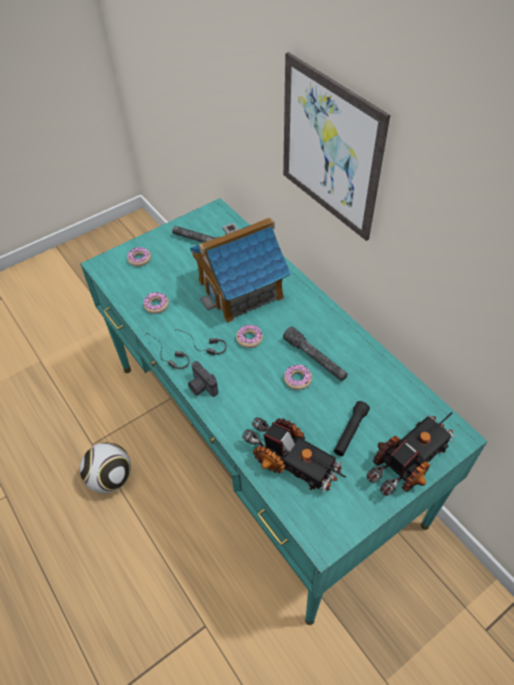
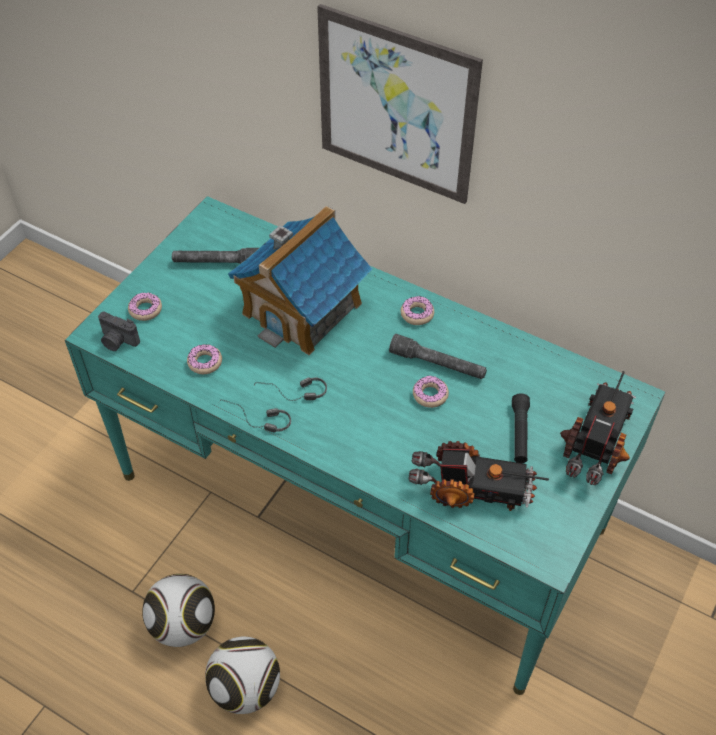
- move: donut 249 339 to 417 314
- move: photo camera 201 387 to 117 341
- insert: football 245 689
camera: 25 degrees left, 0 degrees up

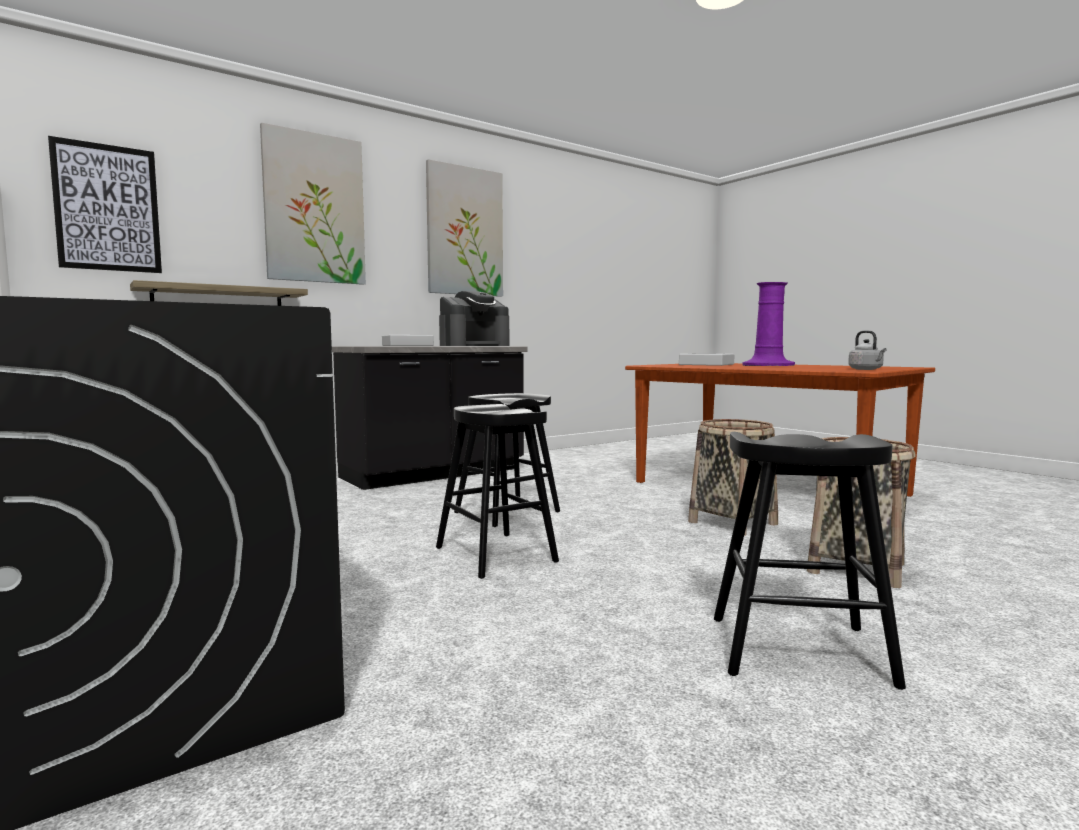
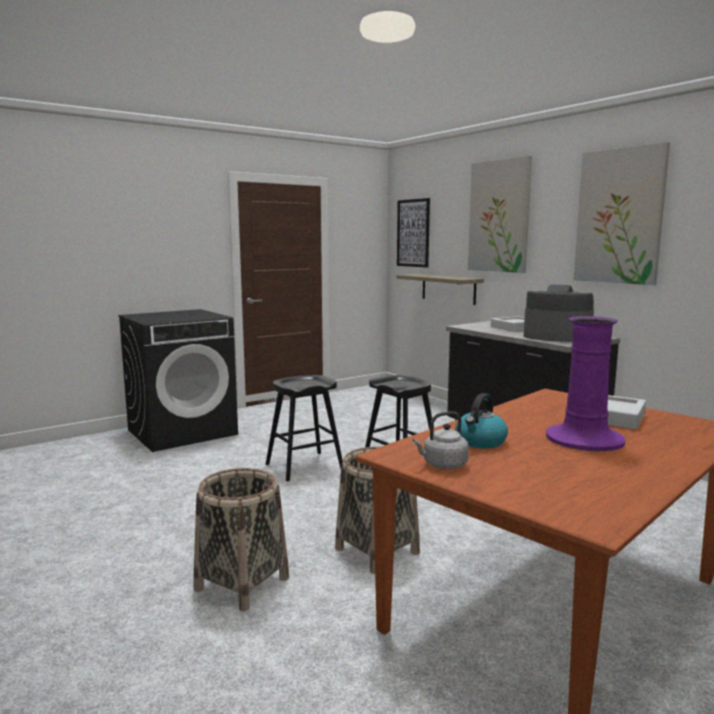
- rotate: coffee machine 474 345 = 556 337 150 degrees clockwise
- delete: stool/black 799 650
- insert: kettle 480 442
camera: 90 degrees right, 5 degrees up

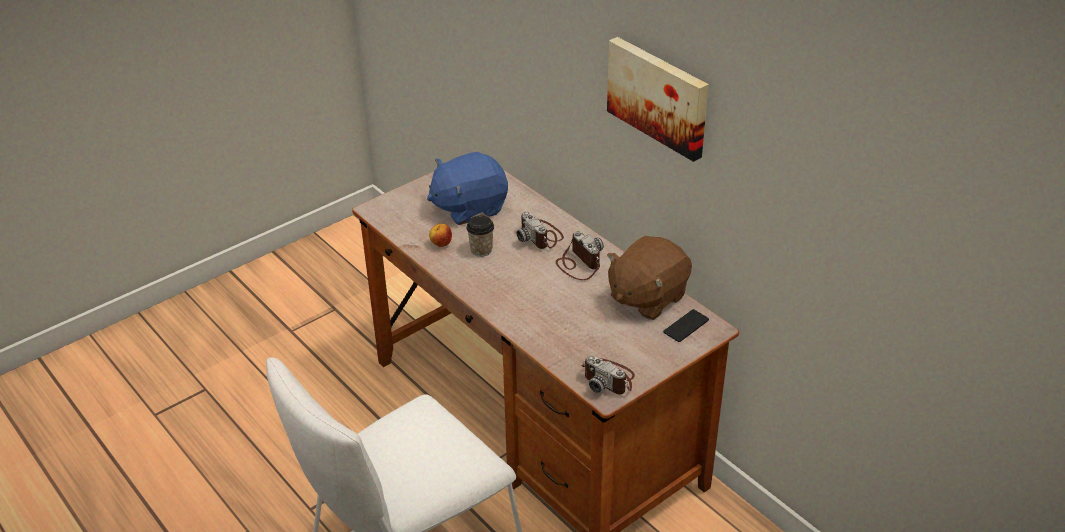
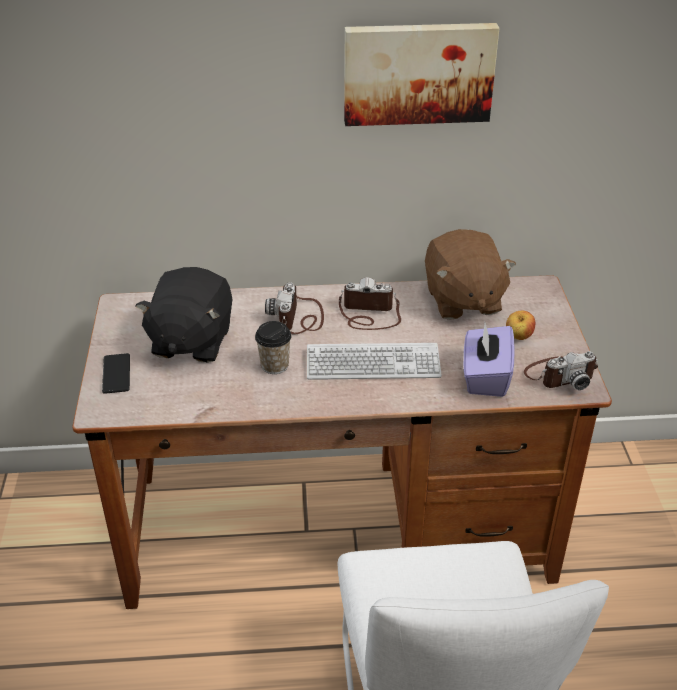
- recolor: plush toy/blue 469 207 to plush toy/black 191 341
- rotate: photo camera 540 236 = 299 318 90 degrees clockwise
- move: apple 441 244 to 518 337
- move: phone 686 326 to 116 374
- insert: tissue box/purple 485 377
- insert: keyboard 373 363
camera: 55 degrees left, 0 degrees up

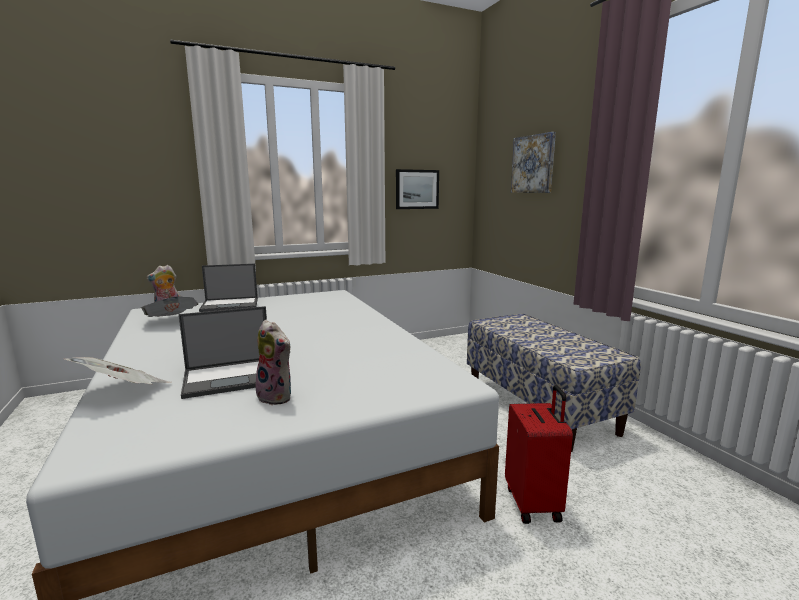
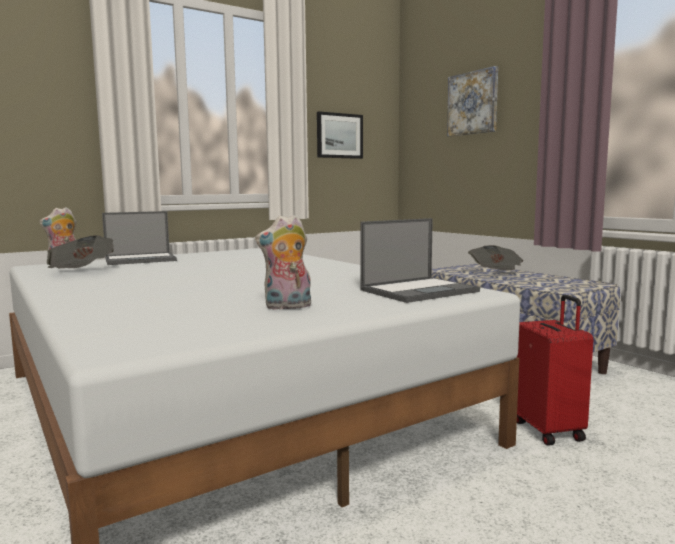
- move: laptop 231 377 to 420 290
- rotate: plush toy 277 396 = 287 307 135 degrees clockwise
- move: newspaper 125 391 to 496 273
camera: 10 degrees left, 5 degrees down

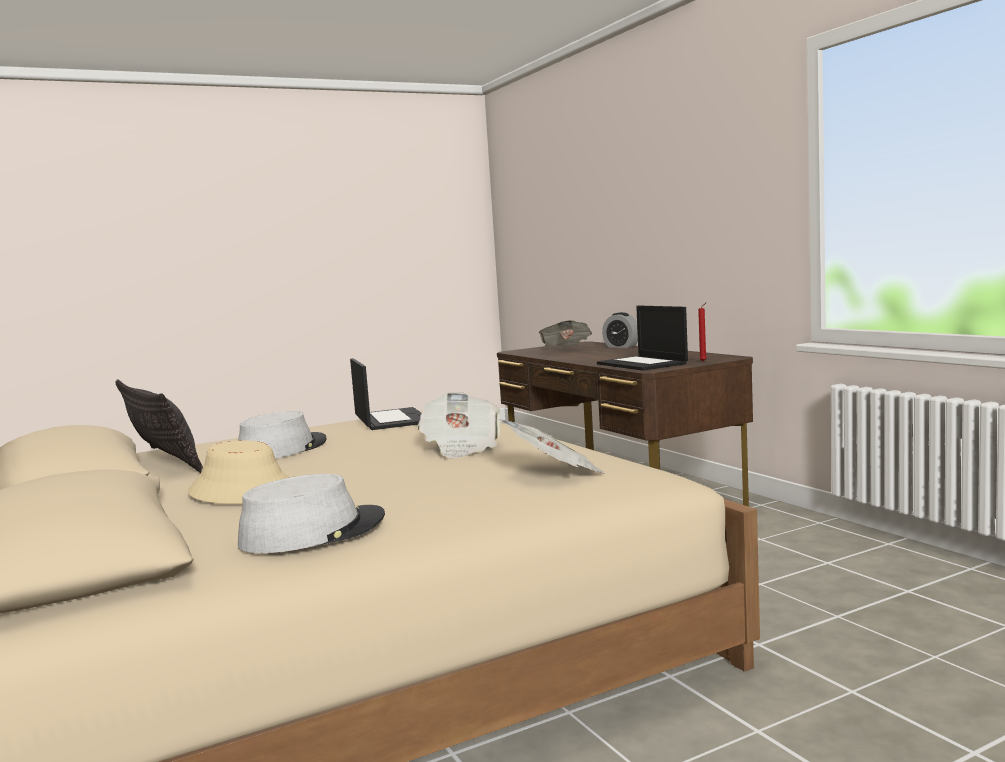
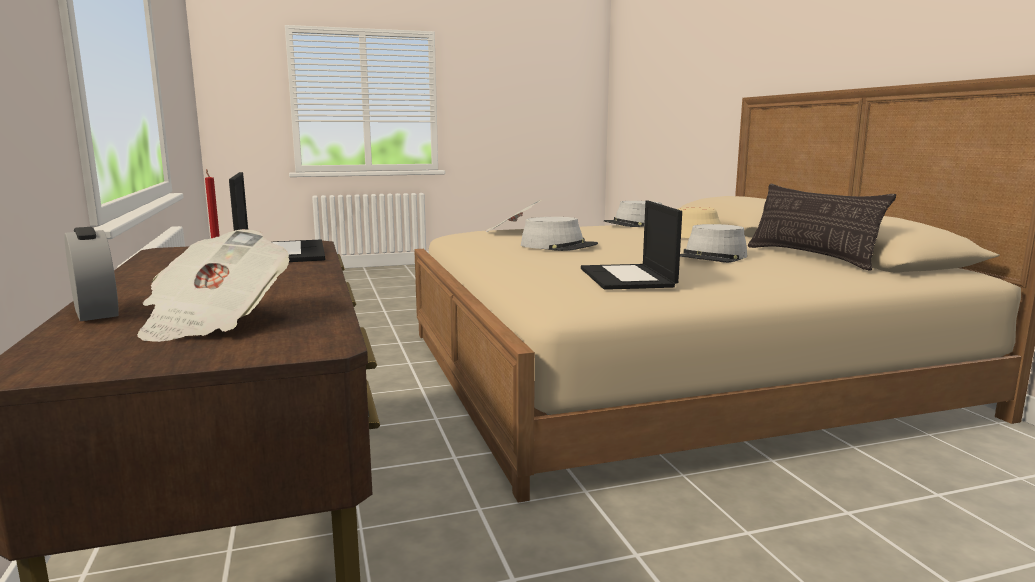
- replace: newspaper 461 448 to hat/grey 558 246
camera: 170 degrees left, 5 degrees up

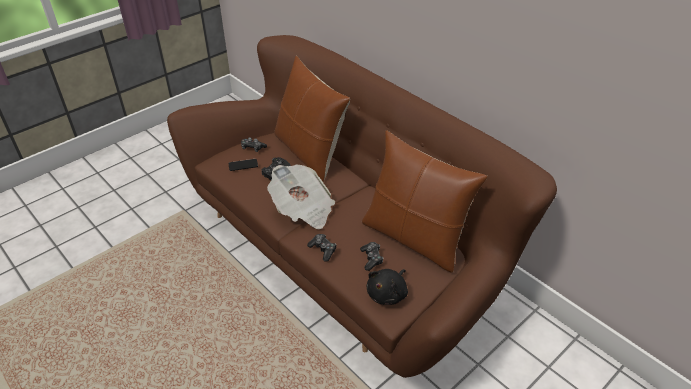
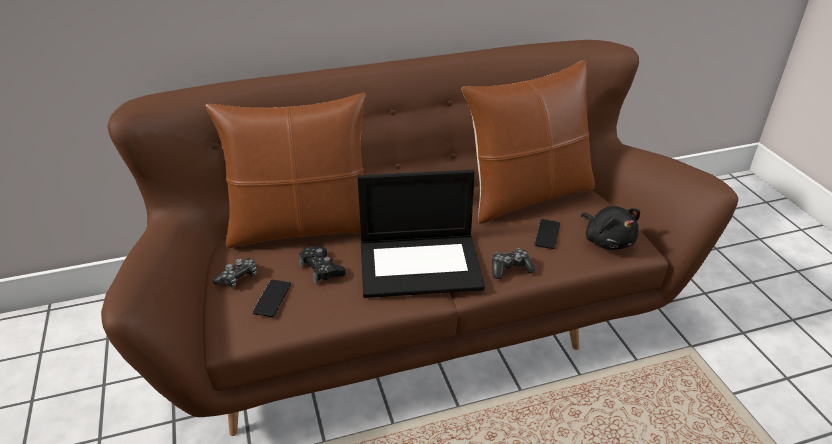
- replace: newspaper 303 209 to laptop 421 264
- replace: game controller 371 259 to phone 547 234
camera: 65 degrees left, 5 degrees down

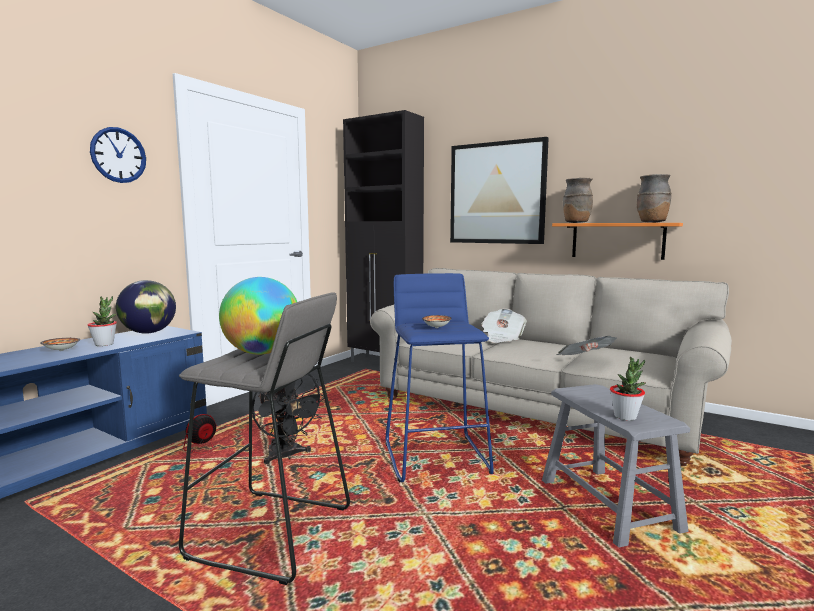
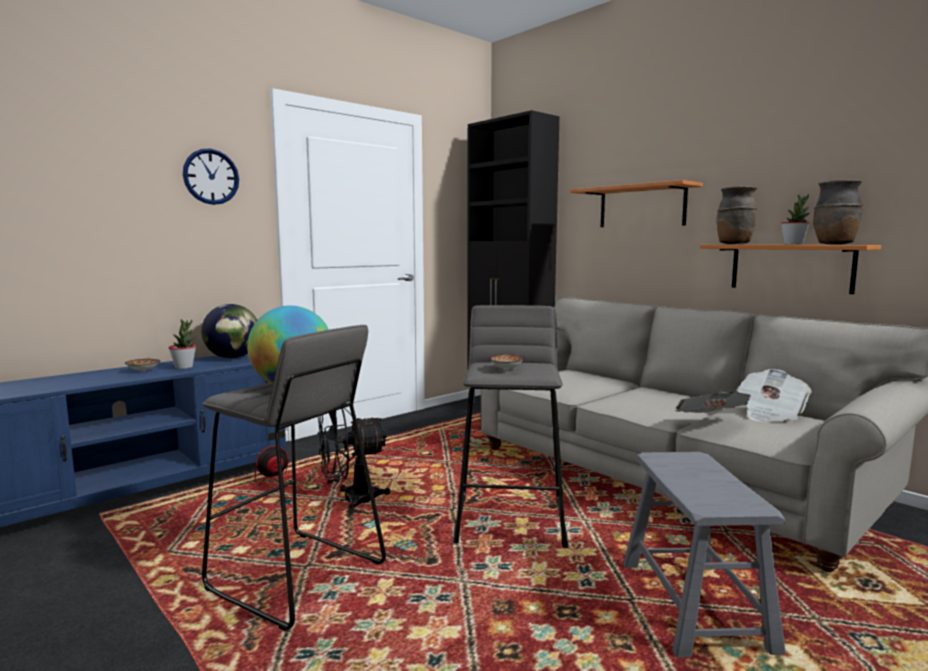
- replace: picture 497 193 to shelf/orange 641 207
- recolor: stool/blue 437 458 to stool/grey 511 521
- move: newspaper 502 338 to 769 414
- move: potted plant 625 417 to 793 244
- rotate: fan/black 286 456 = 350 499 90 degrees clockwise
camera: 15 degrees right, 0 degrees up

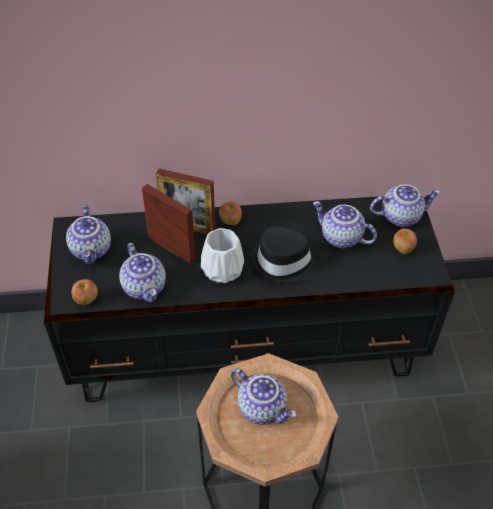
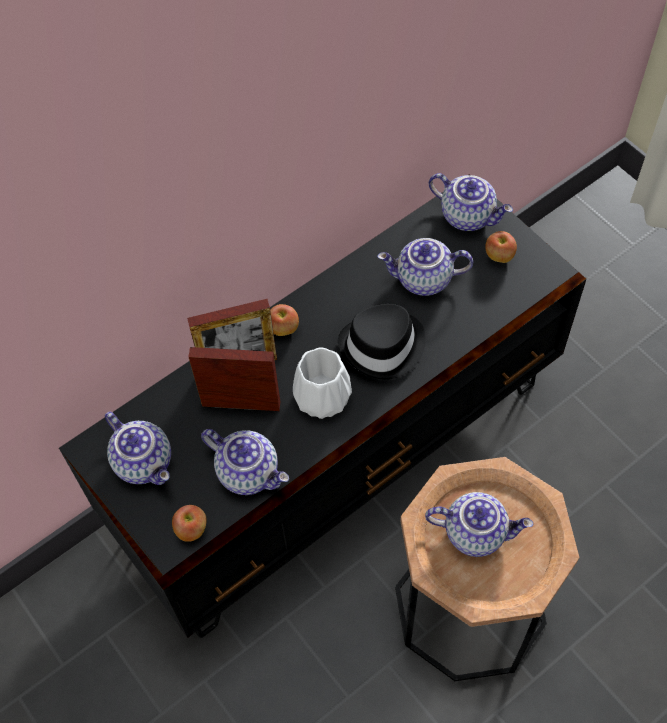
- rotate: teapot 400 216 = 468 215 75 degrees clockwise
camera: 30 degrees left, 10 degrees up

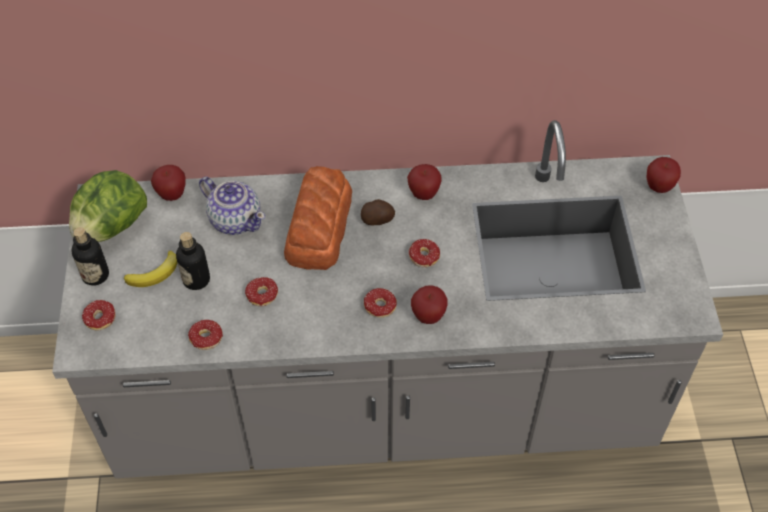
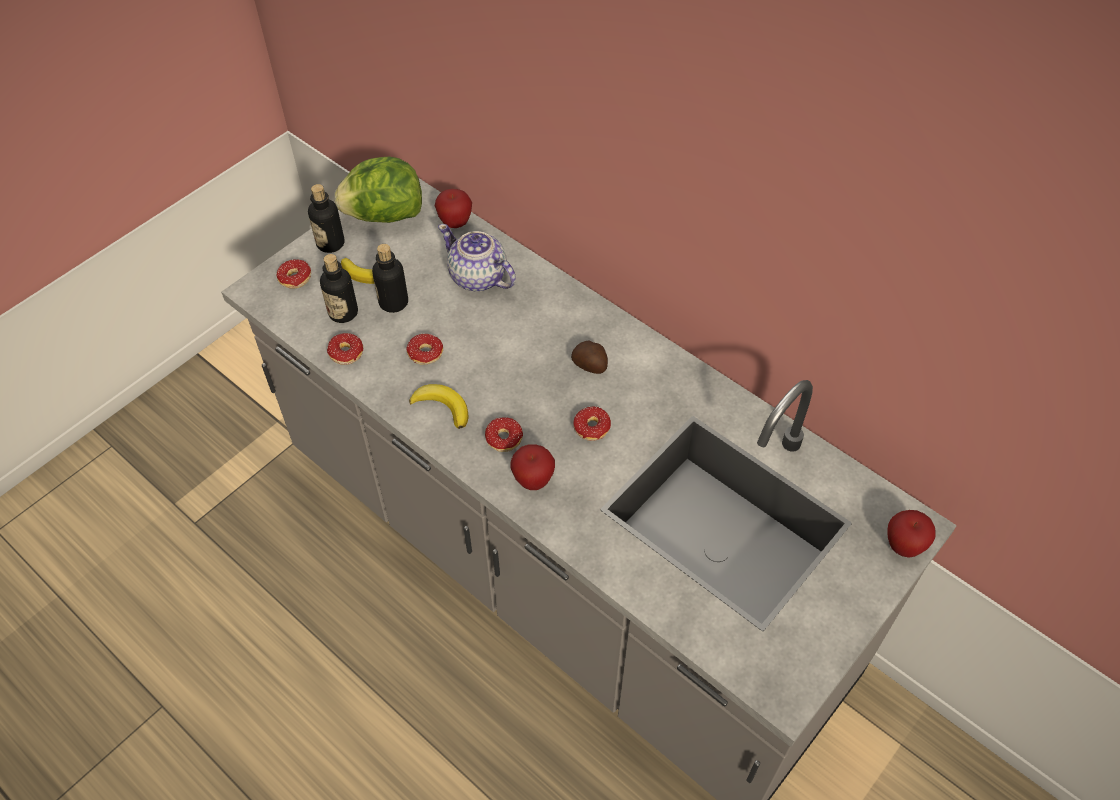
- delete: apple 423 194
- delete: bread 318 227
- rotate: teapot 235 219 = 478 278 135 degrees clockwise
- insert: bottle 343 312
- insert: banana 442 407
camera: 45 degrees right, 0 degrees up

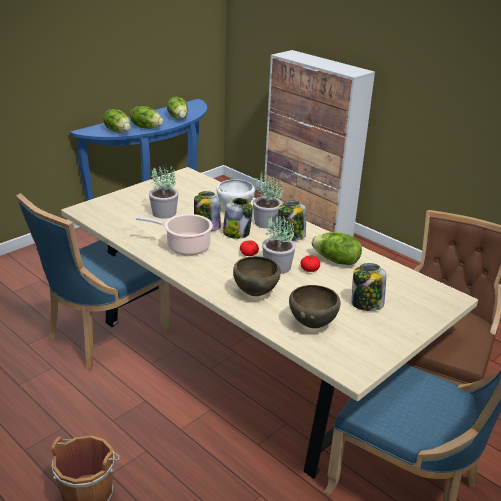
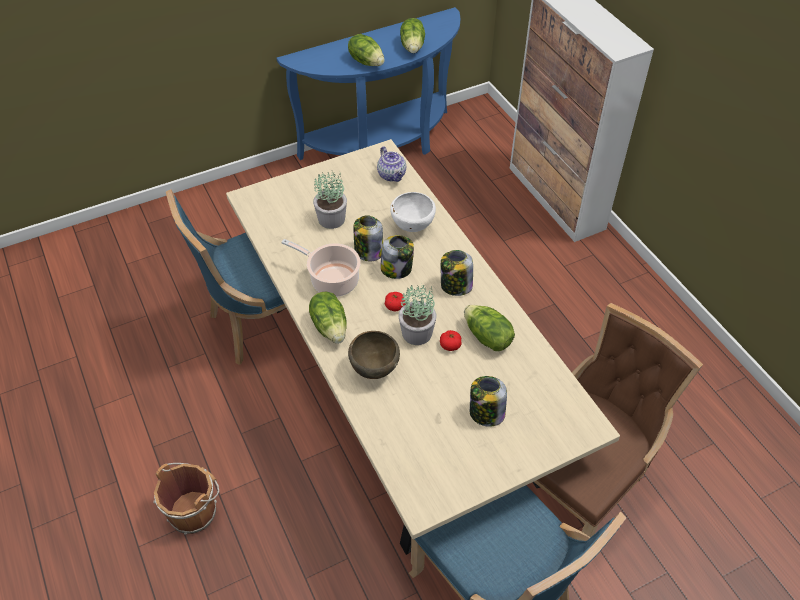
- move: lettuce 118 131 to 330 327
- delete: potted plant 265 222
- delete: bowl/brown 312 324
- insert: teapot 392 175
camera: 20 degrees right, 20 degrees up

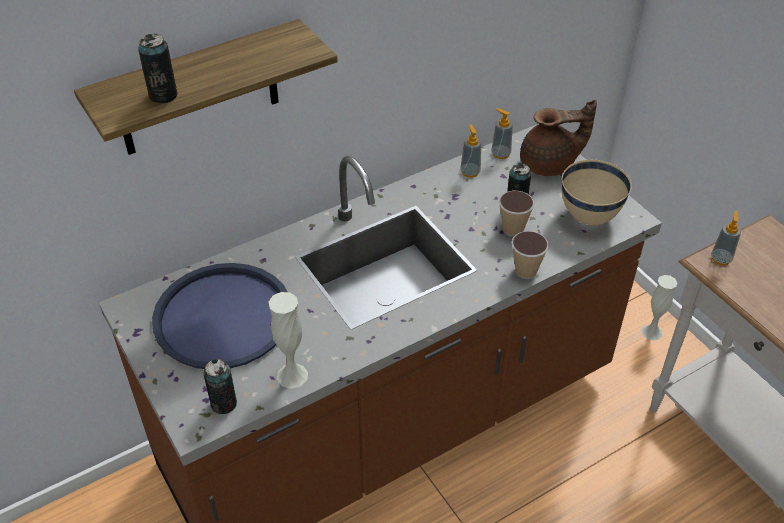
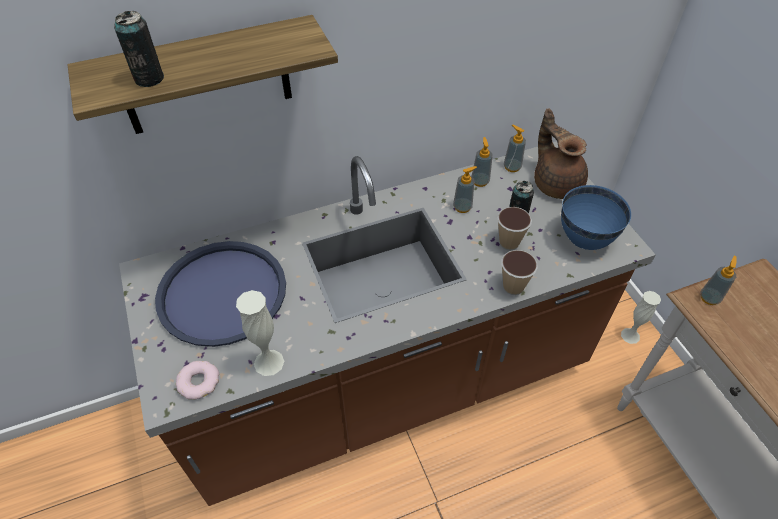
- rotate: teapot/brown 549 164 = 556 183 120 degrees counterclockwise
- recolor: bowl/beige 589 216 to bowl/blue 585 239
- replace: can 224 404 to donut 199 382
- insert: soap dispenser 462 207
camera: 10 degrees right, 5 degrees up

